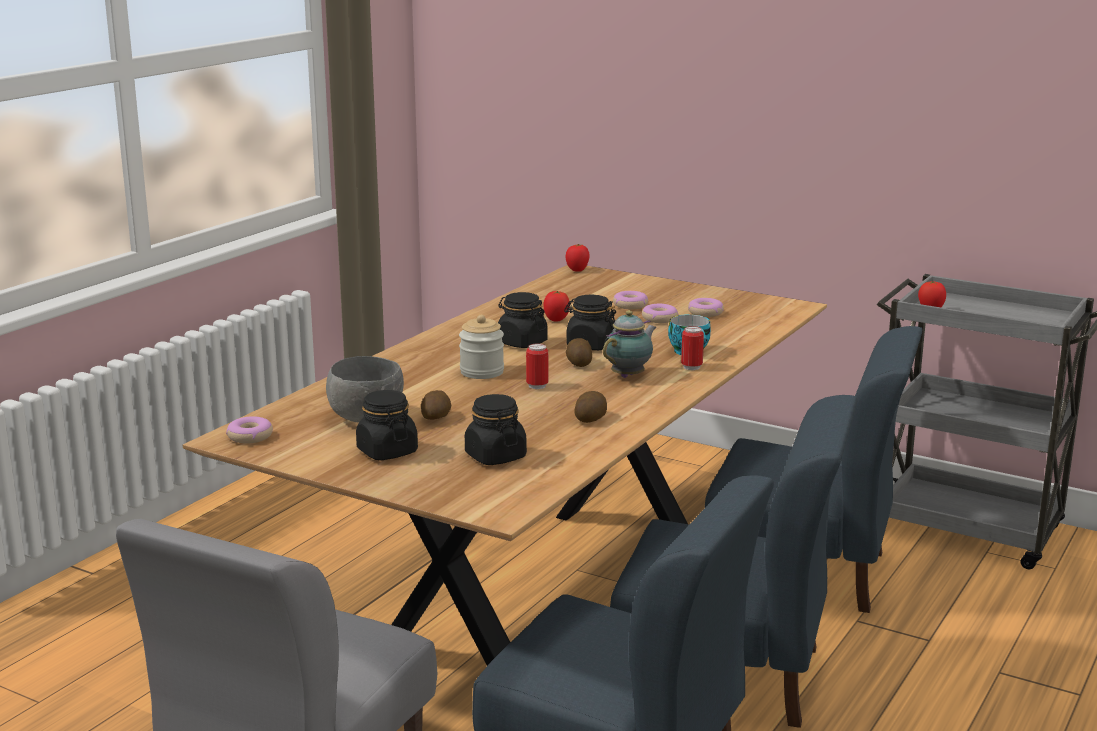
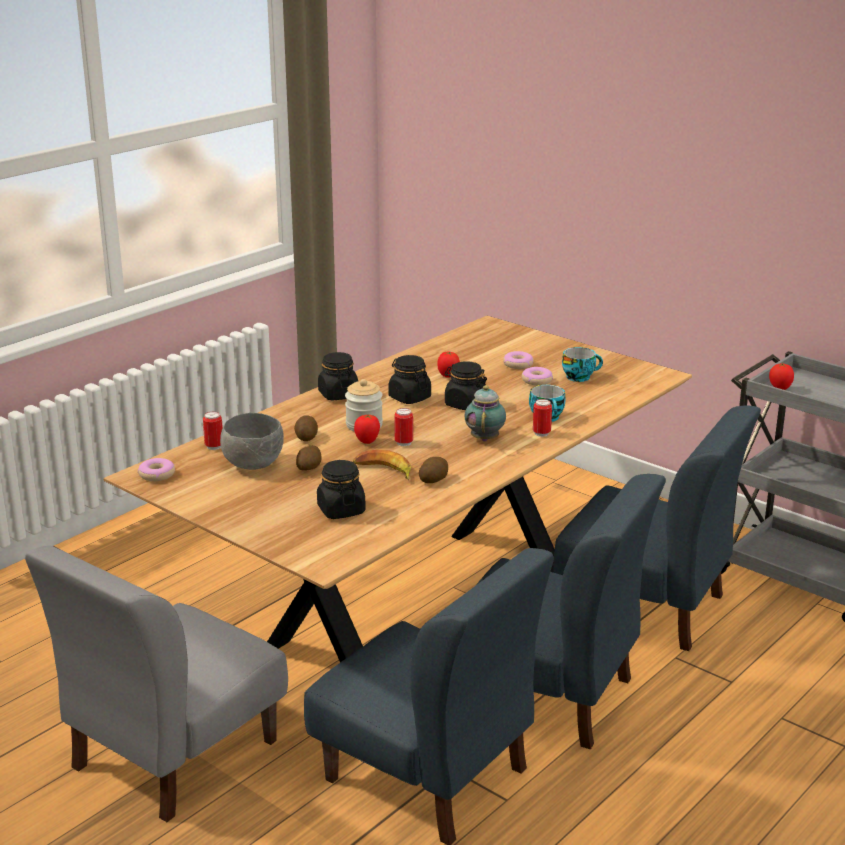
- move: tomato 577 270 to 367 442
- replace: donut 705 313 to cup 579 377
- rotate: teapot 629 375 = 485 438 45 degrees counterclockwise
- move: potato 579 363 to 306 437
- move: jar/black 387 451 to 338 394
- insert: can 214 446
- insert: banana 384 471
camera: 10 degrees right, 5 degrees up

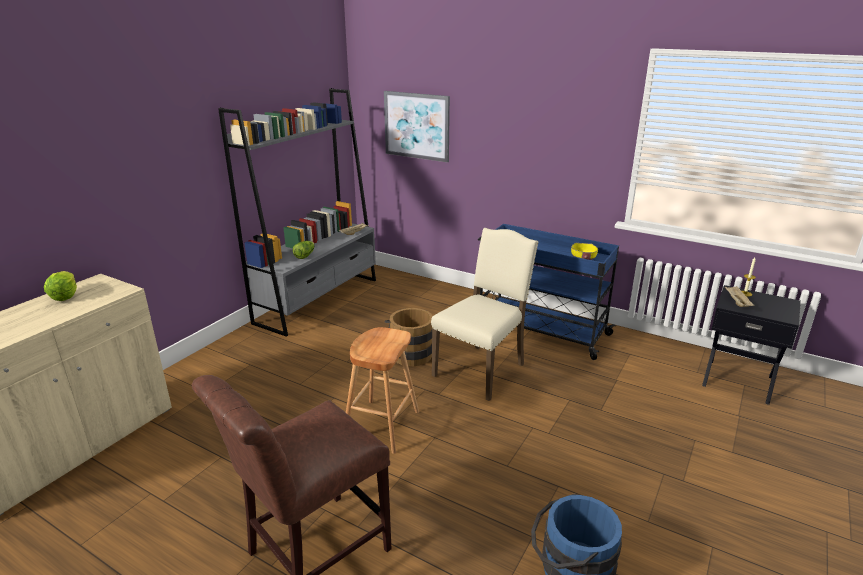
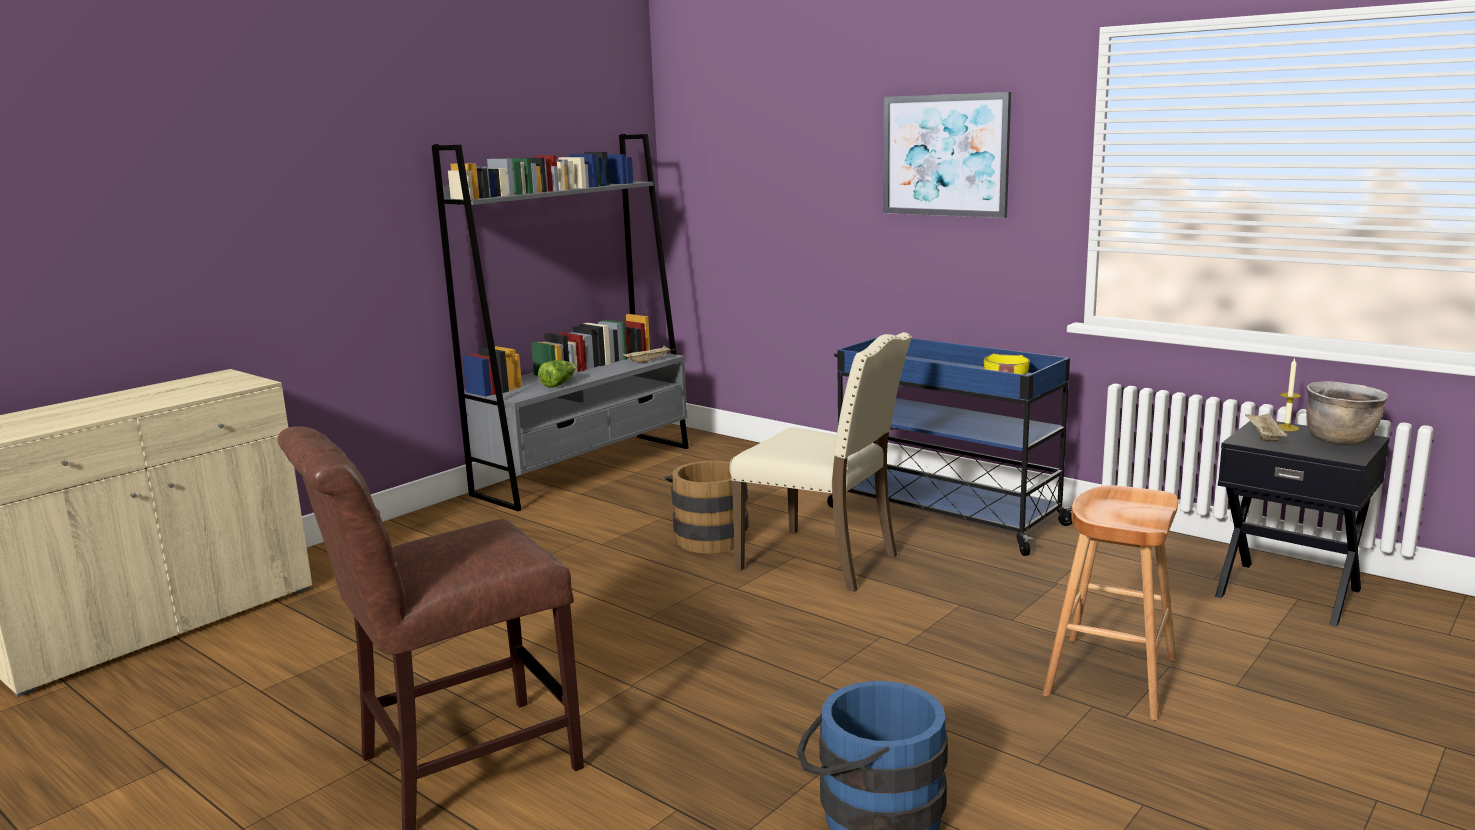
- move: picture 416 126 to 945 155
- rotate: chair/beige 482 369 = 822 561 75 degrees clockwise
- delete: lettuce 65 296
- move: stool/brown 381 426 to 1110 677
- insert: cooking pot/brown 1340 440
camera: 10 degrees right, 10 degrees down

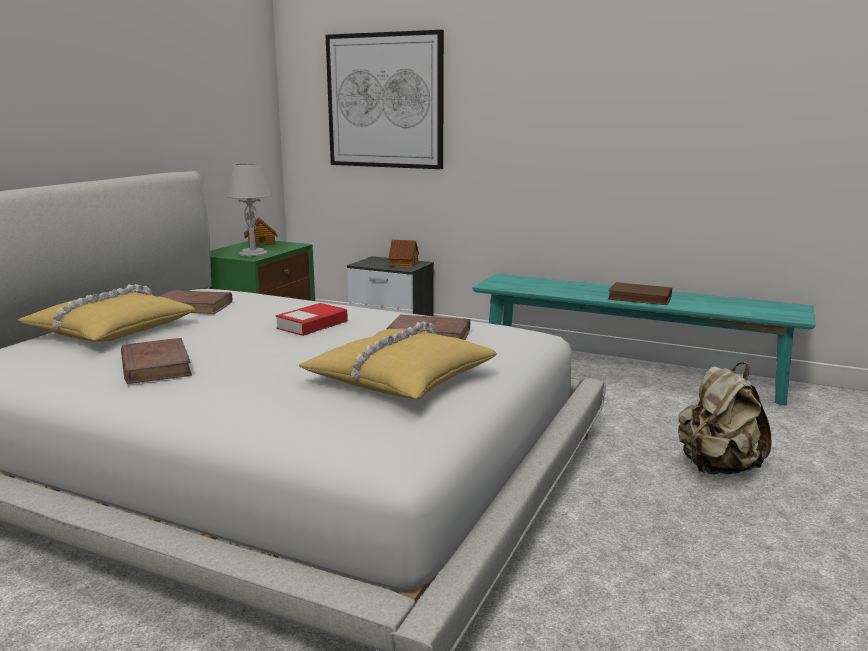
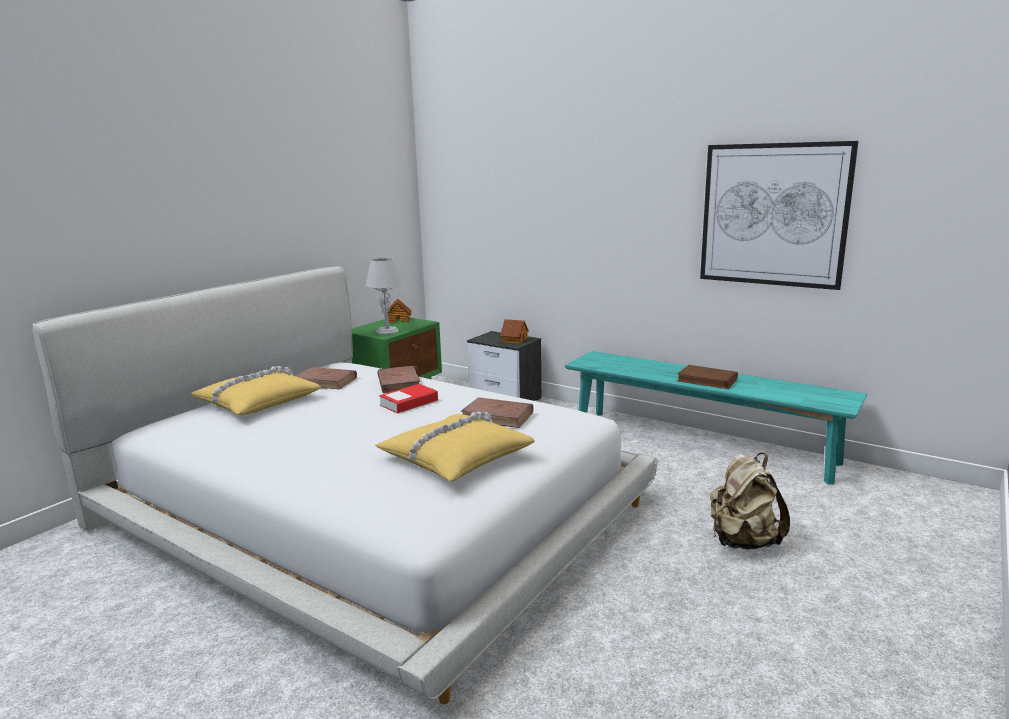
- move: picture 385 101 to 773 215
- move: book/brown 156 366 to 398 383
camera: 10 degrees right, 0 degrees up

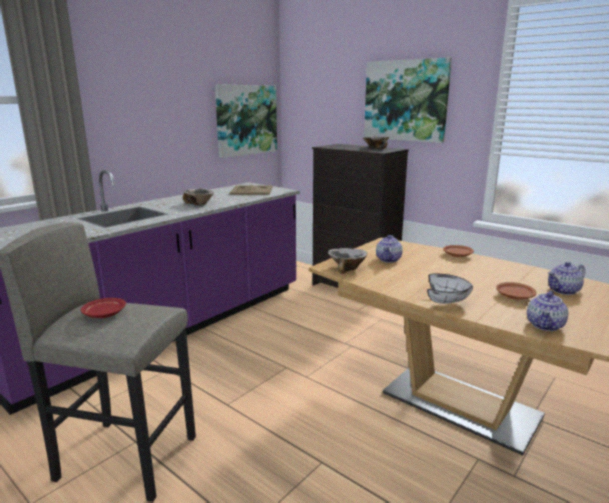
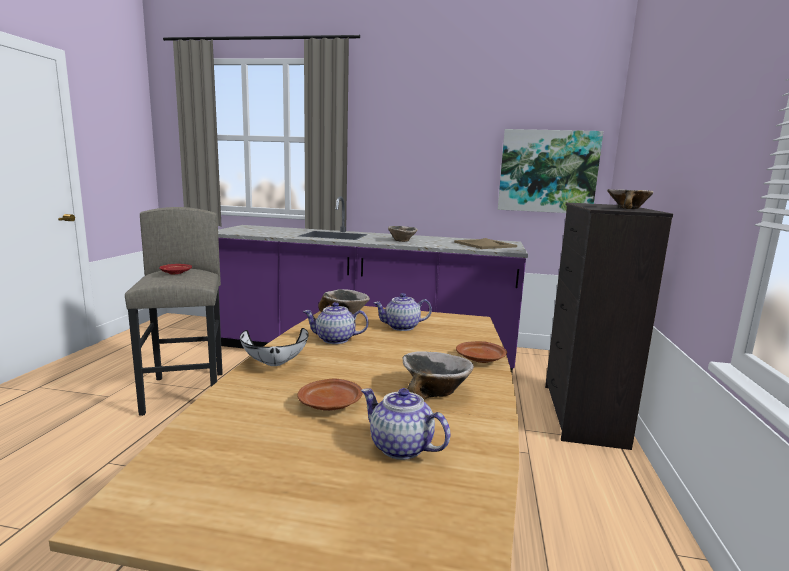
- delete: picture 405 101
- move: teapot 545 325 to 335 339
- insert: bowl 435 391
camera: 60 degrees right, 5 degrees down

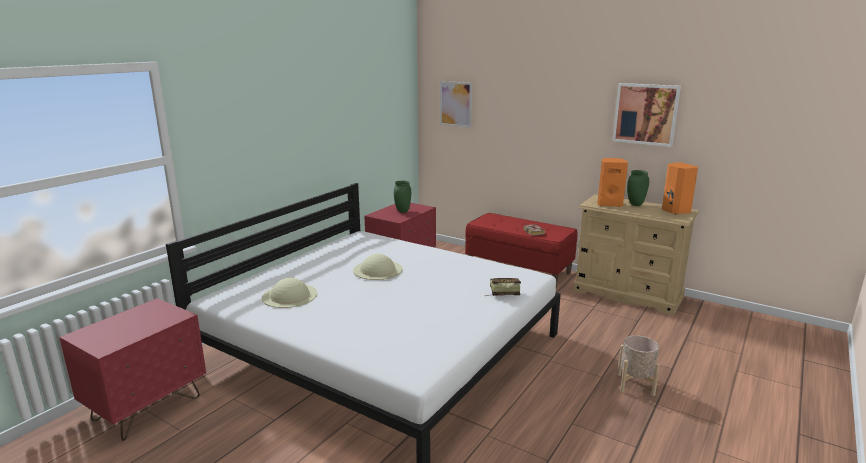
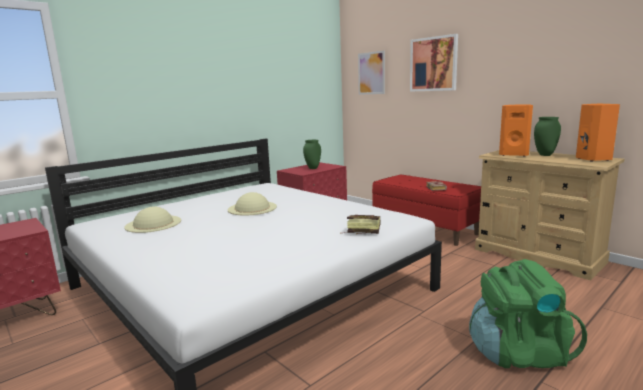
- move: picture 645 114 to 433 64
- replace: planter/beige 635 384 to backpack/green 518 353
camera: 15 degrees right, 5 degrees down

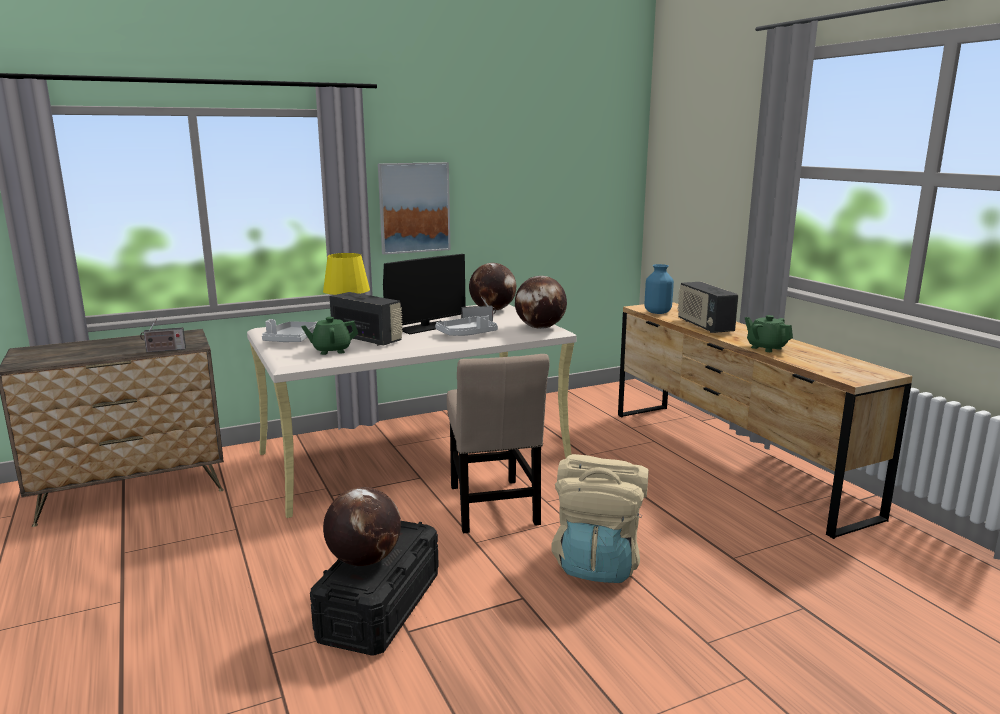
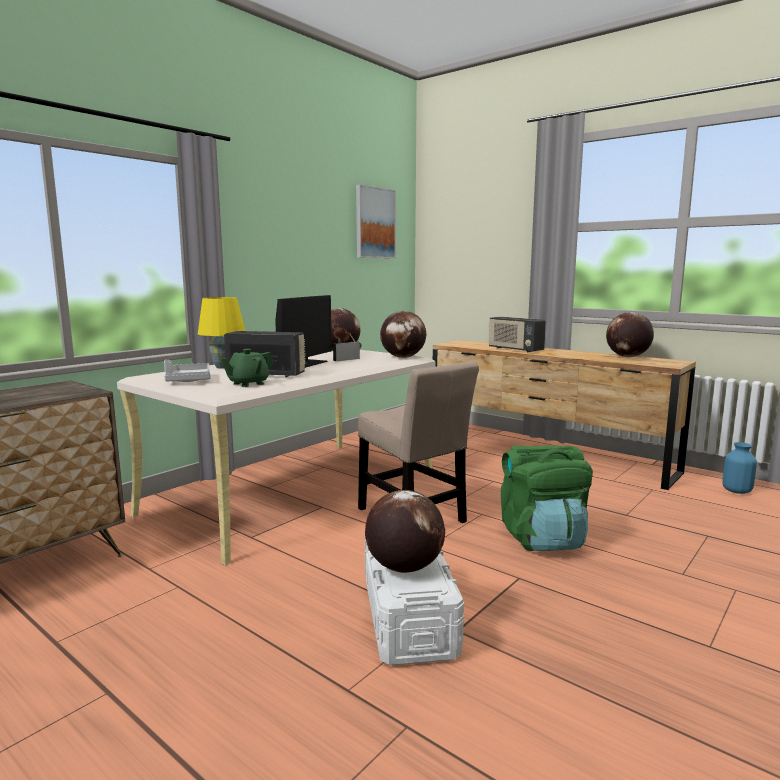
- move: picture 414 207 to 375 223
- move: vase/blue 657 312 to 737 491
- delete: tray/grey 467 334
- delete: teapot/green 766 348
- delete: radio 164 350
- recolor: backpack/beige 598 562 to backpack/green 542 538
- recolor: storage box/black 380 607 to storage box/white 409 617
- insert: globe 627 357
camera: 25 degrees left, 5 degrees down

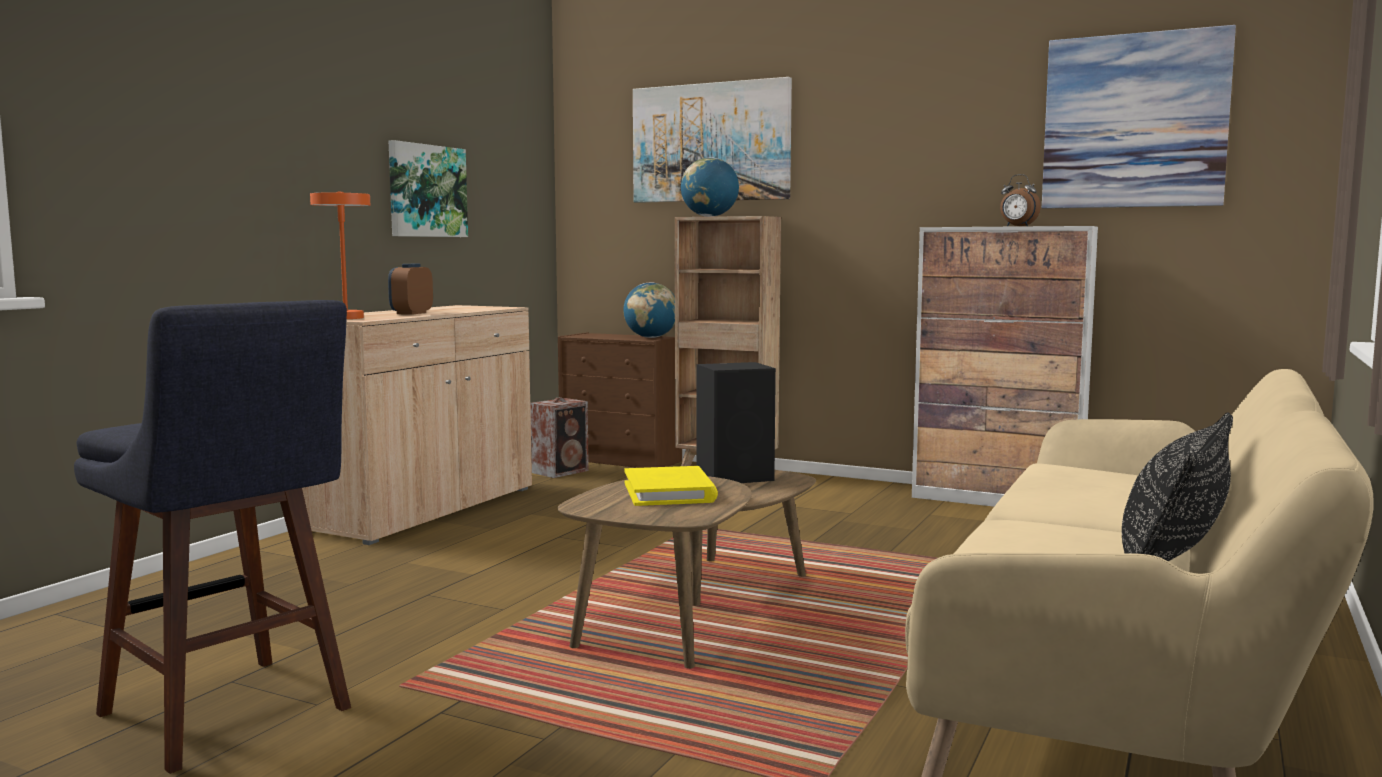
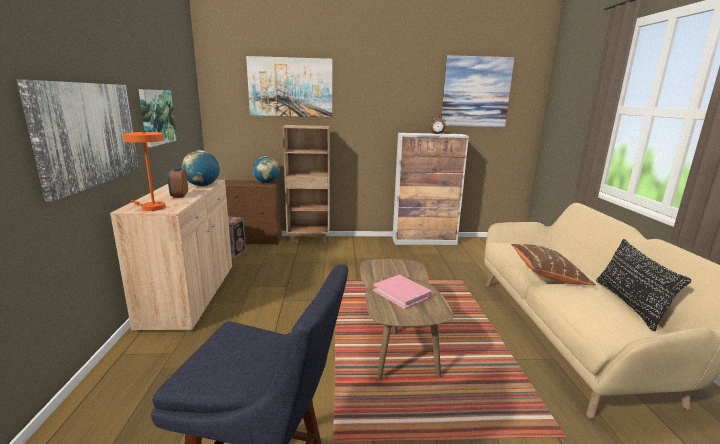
- move: globe 709 216 to 202 185
- delete: speaker/black 736 476
- recolor: book/yellow 669 492 to book/pink 402 293
- insert: picture 88 134
- insert: pillow/brown 547 275
camera: 30 degrees left, 10 degrees up

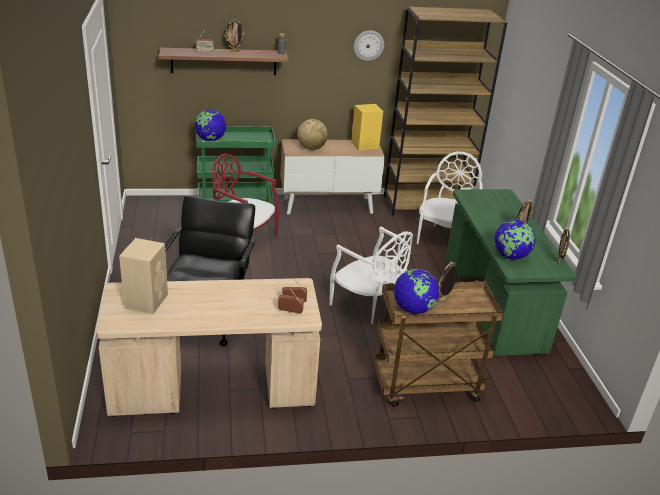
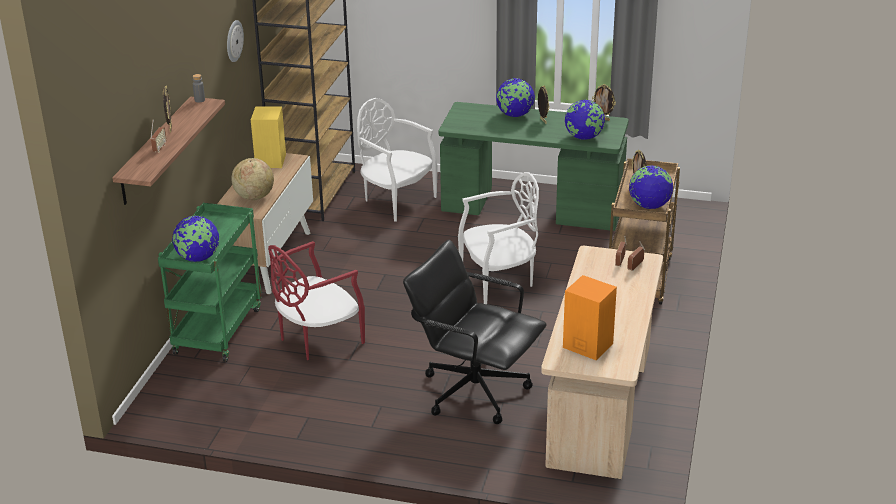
- recolor: speaker/beige 147 300 to speaker/orange 586 345
- insert: globe 515 115
camera: 65 degrees left, 0 degrees up

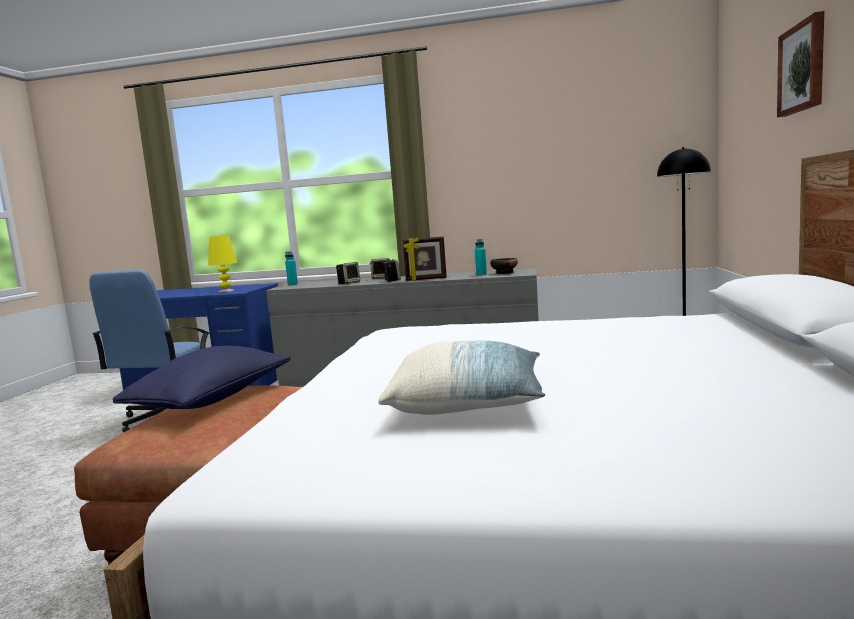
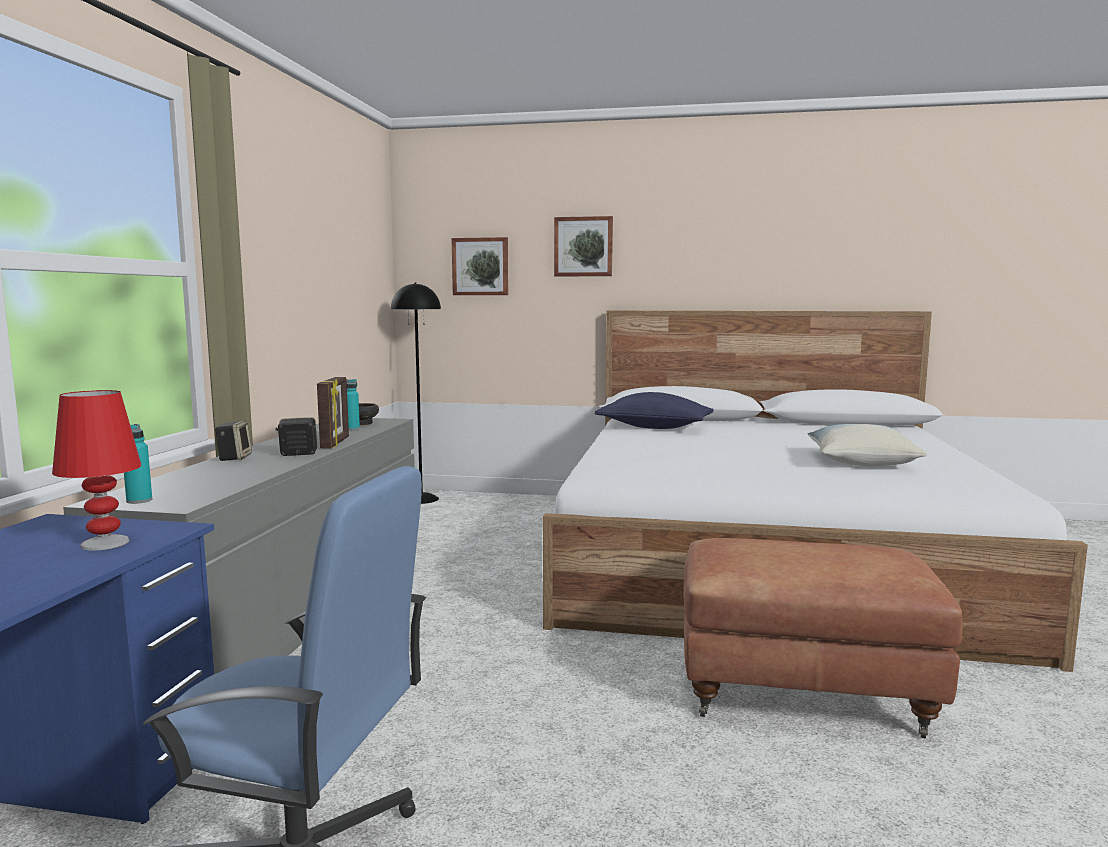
- recolor: table lamp/yellow 226 291 to table lamp/red 104 543
- delete: speaker 349 283
- move: pillow/blue 213 400 to 654 427
- insert: picture 480 266
camera: 90 degrees left, 0 degrees up

